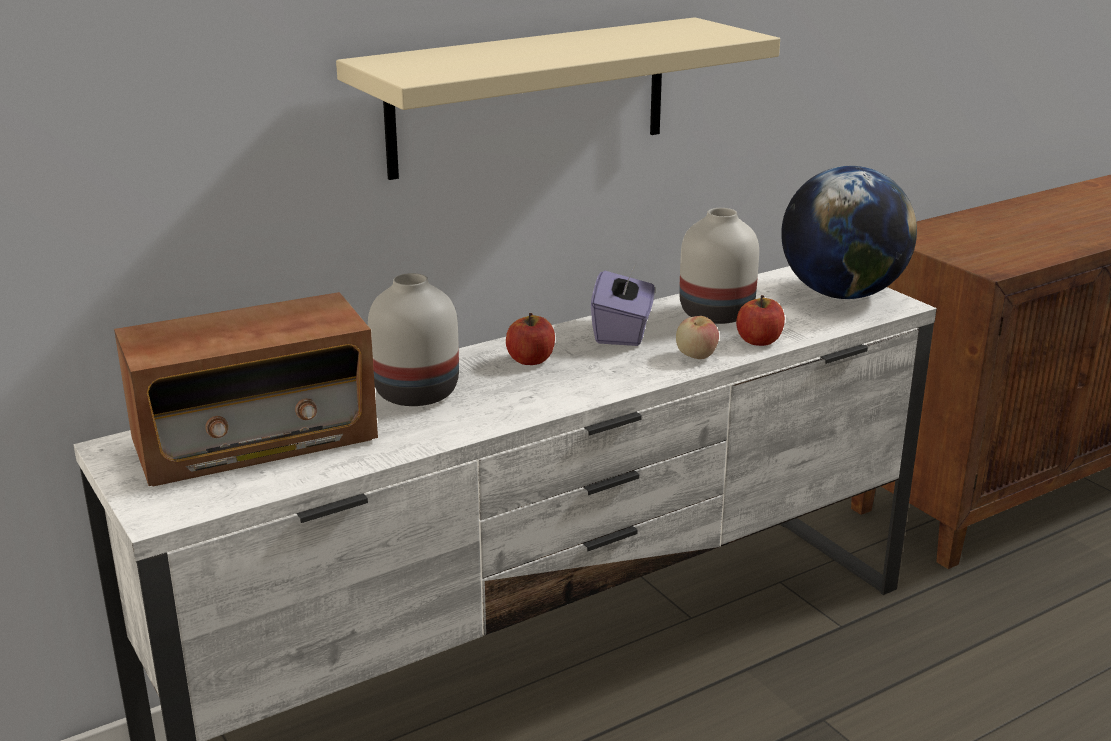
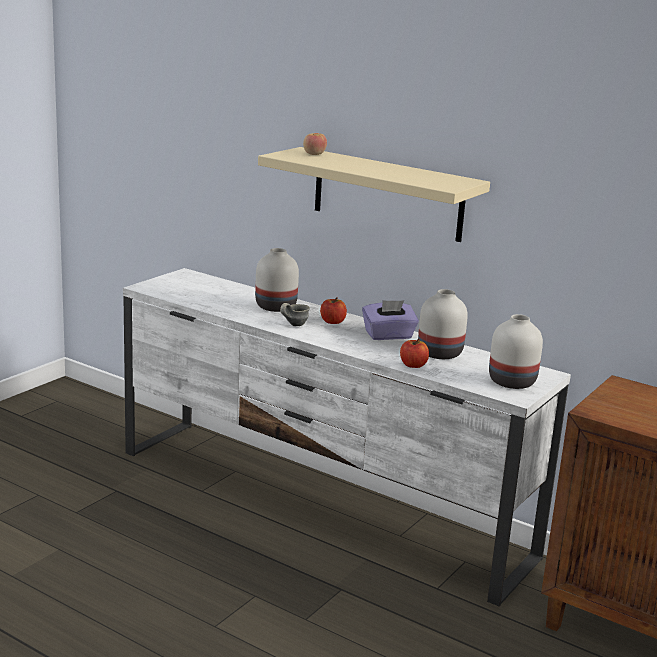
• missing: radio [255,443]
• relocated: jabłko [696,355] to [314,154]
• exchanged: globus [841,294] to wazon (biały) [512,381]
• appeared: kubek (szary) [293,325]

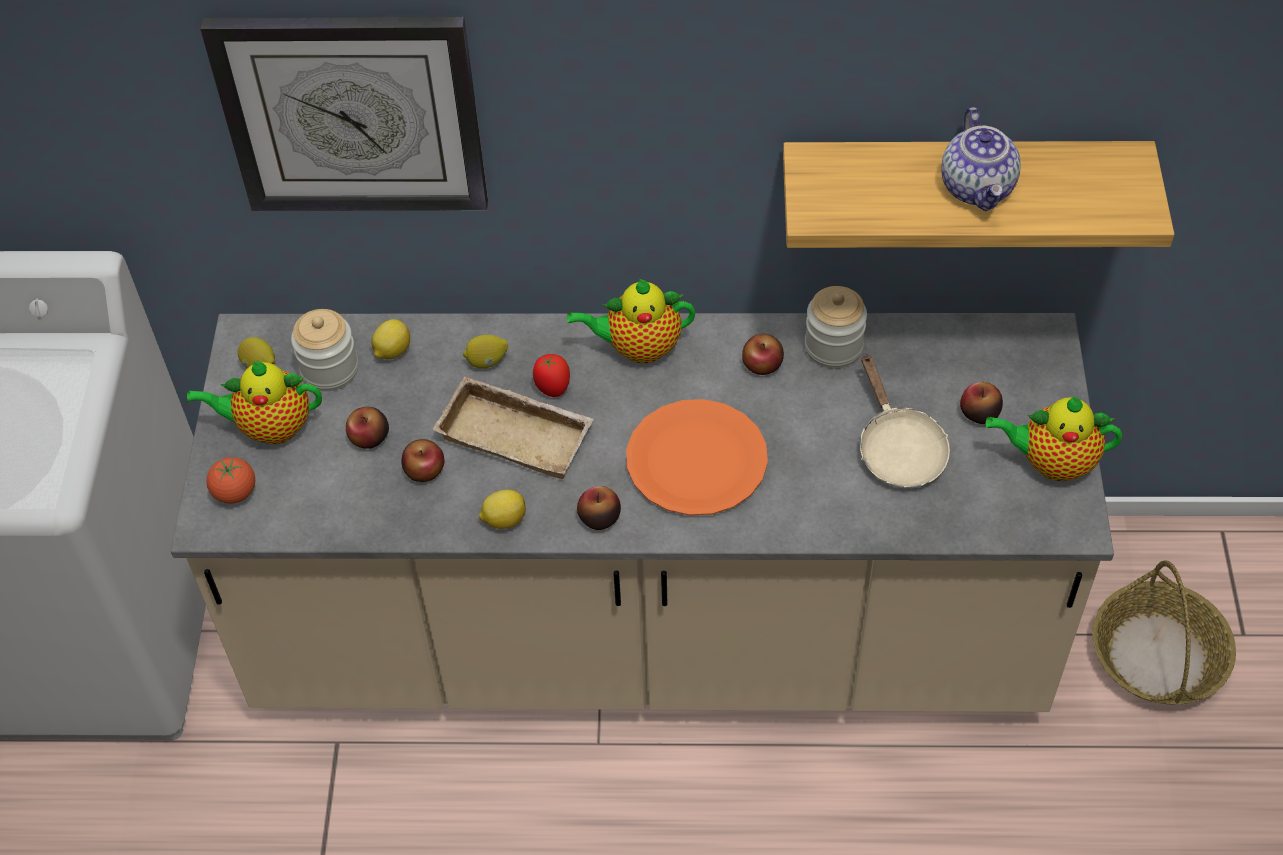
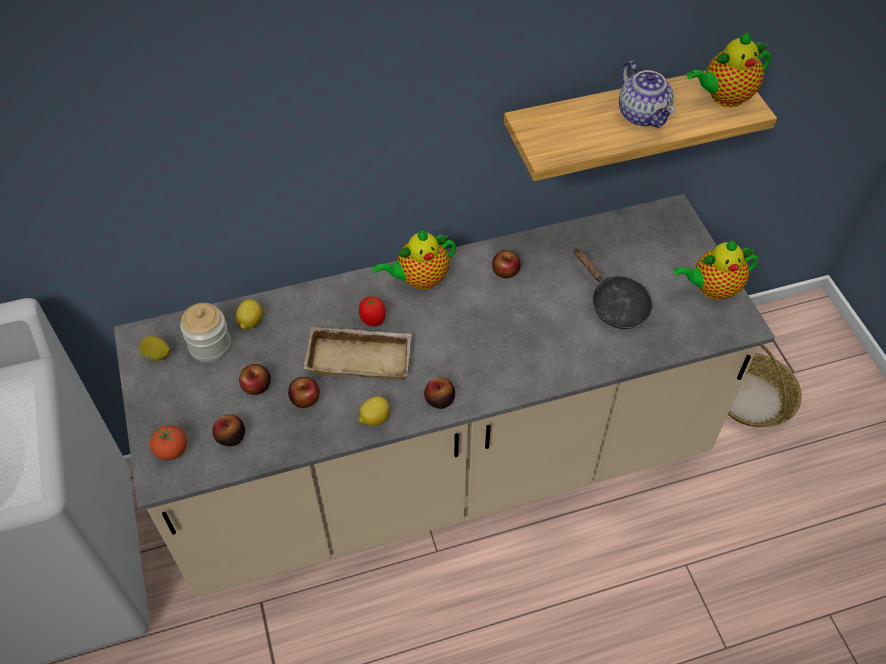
• relocated: imbryk [270,427] to [724,97]
• missing: zegar ścienny [352,113]
• missing: cytryna [487,361]
• missing: talerz (pomarańczowy) [696,460]
• missing: słoik [833,347]
• colour: patelnia (beżowy) [898,448] to patelnia (czarny) [614,304]
• relocated: jabłko [979,413] to [231,437]

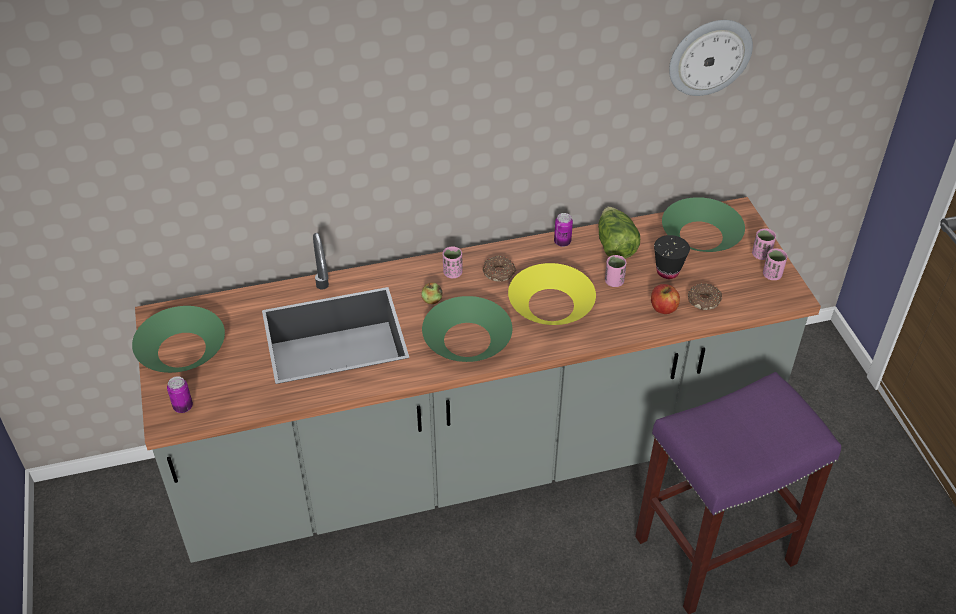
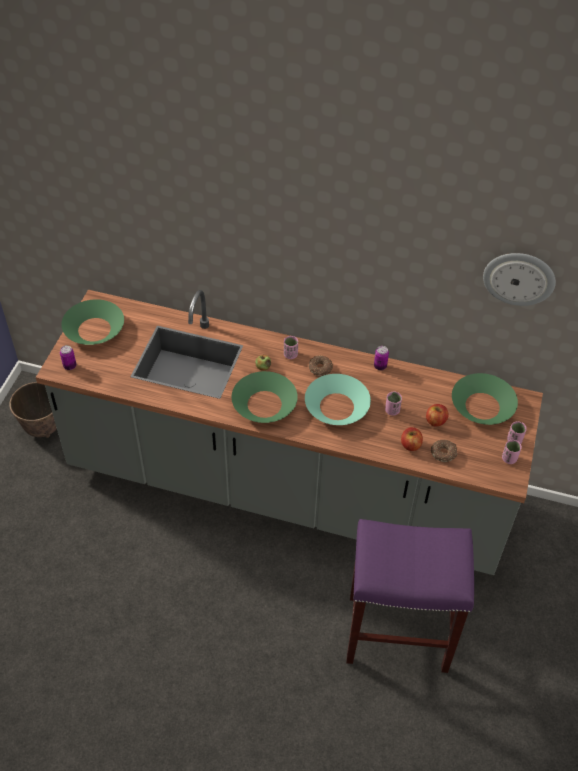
• colour: miska (żółty) [551,304] to miska (turkusowy) [337,406]
• missing: sałata [614,245]
• exchanged: filiżanka (czarny) [667,271] to jabłko [435,421]
• appeared: donica [43,428]

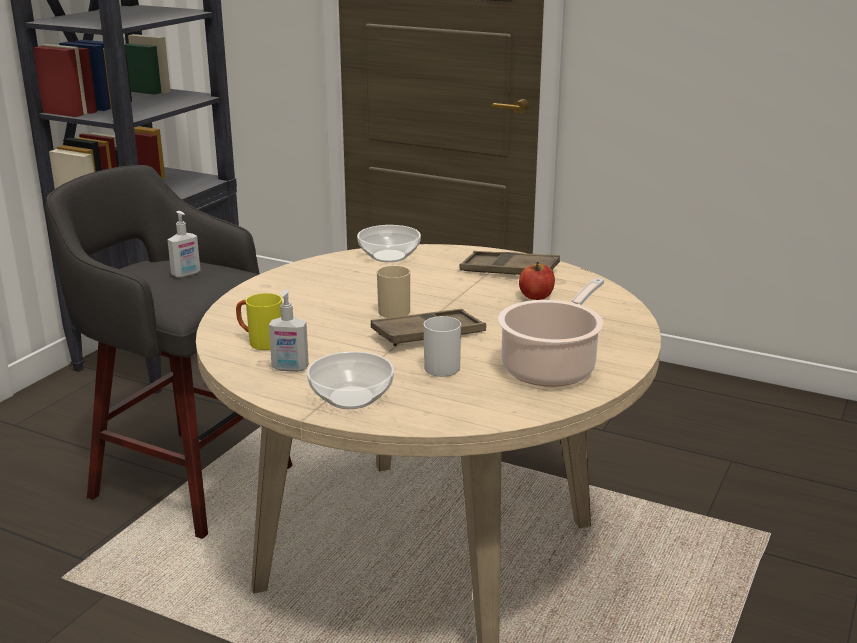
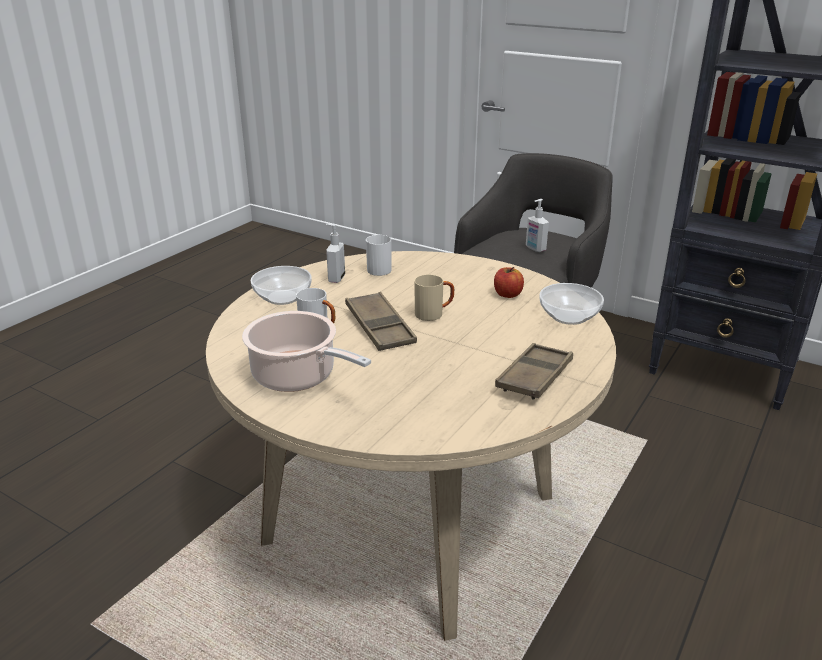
• colour: kubek (żółty) [260,342] to kubek (biały) [381,269]
• relocated: jabłko [536,296] to [507,294]

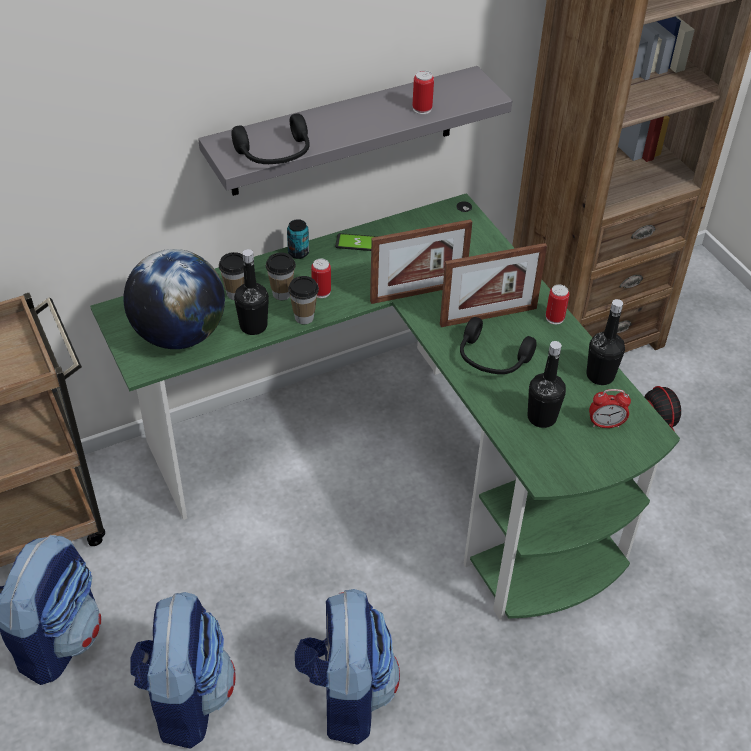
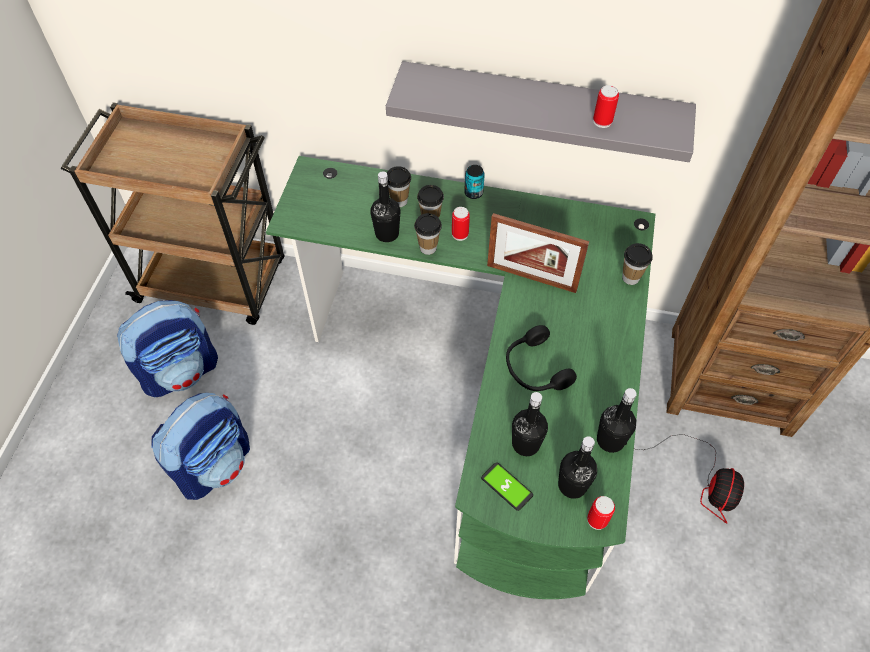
• missing: globus [179,335]
• missing: słuchawki (czarny) [275,154]
• missing: plecak [346,694]
• relocated: telefon [358,243] to [506,486]
• missing: ramka na zdjęcie [488,316]
• relocated: puszka [554,318] to [597,520]
• exchanged: budzik [605,424] to butelka (czarny) [572,485]
• appeared: filiżanka [630,278]

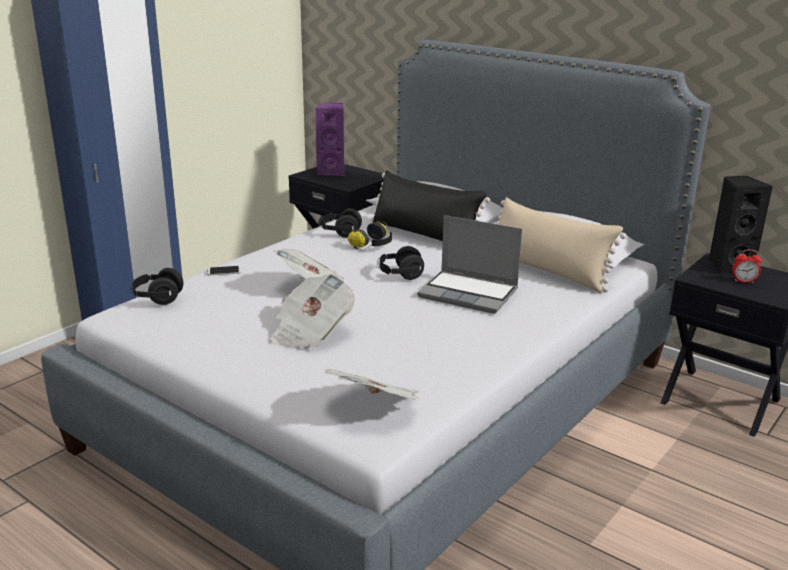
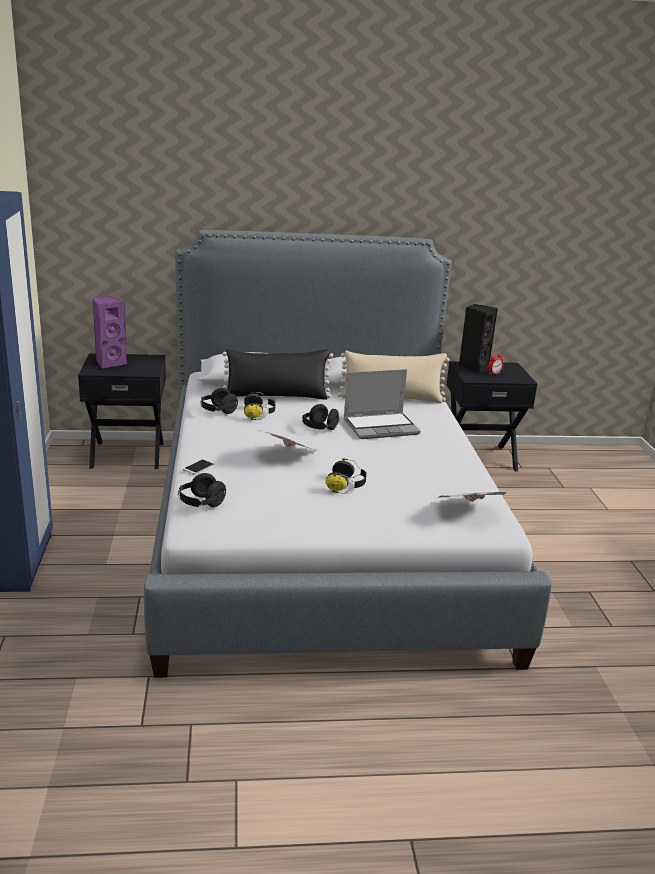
• exchanged: gazeta [310,332] to słuchawki [346,485]

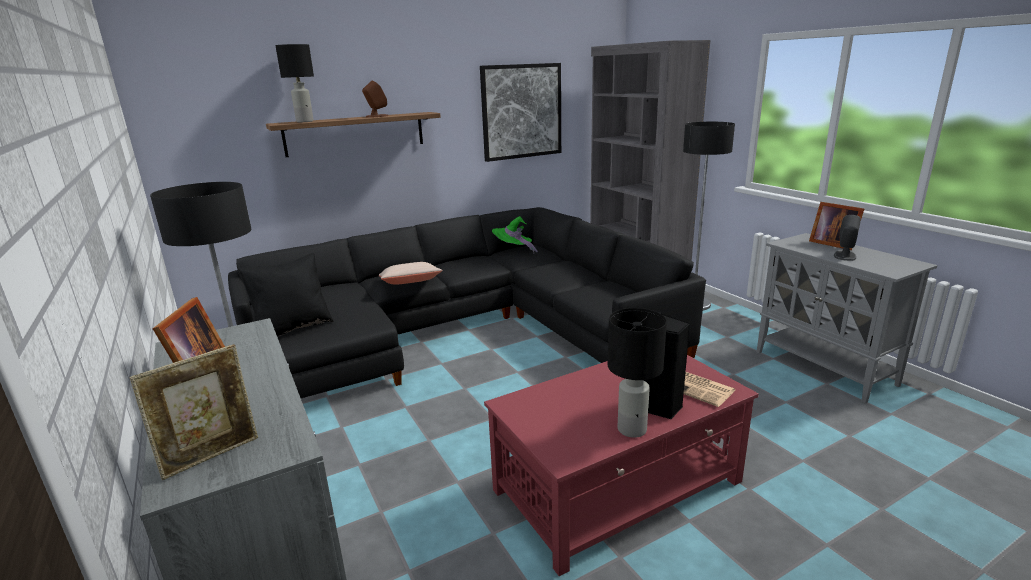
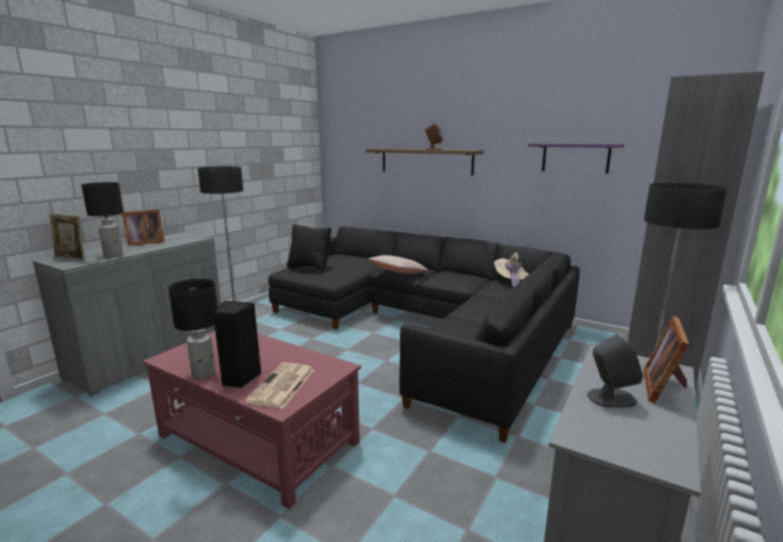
• relocated: lampa stołowa (czarny) [304,121] to [113,255]
• exchanged: obraz [521,111] to półka (fioletowy) [575,158]
• colour: kapelusz (zielony) [514,249] to kapelusz (beżowy) [511,282]

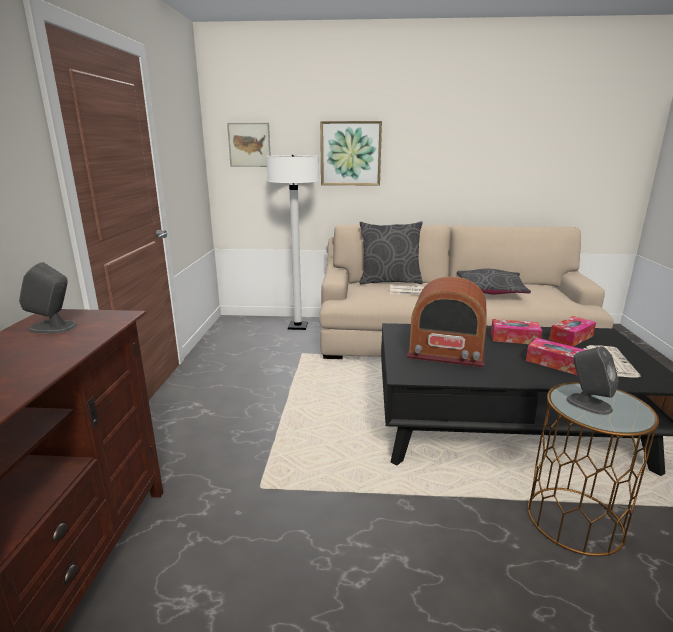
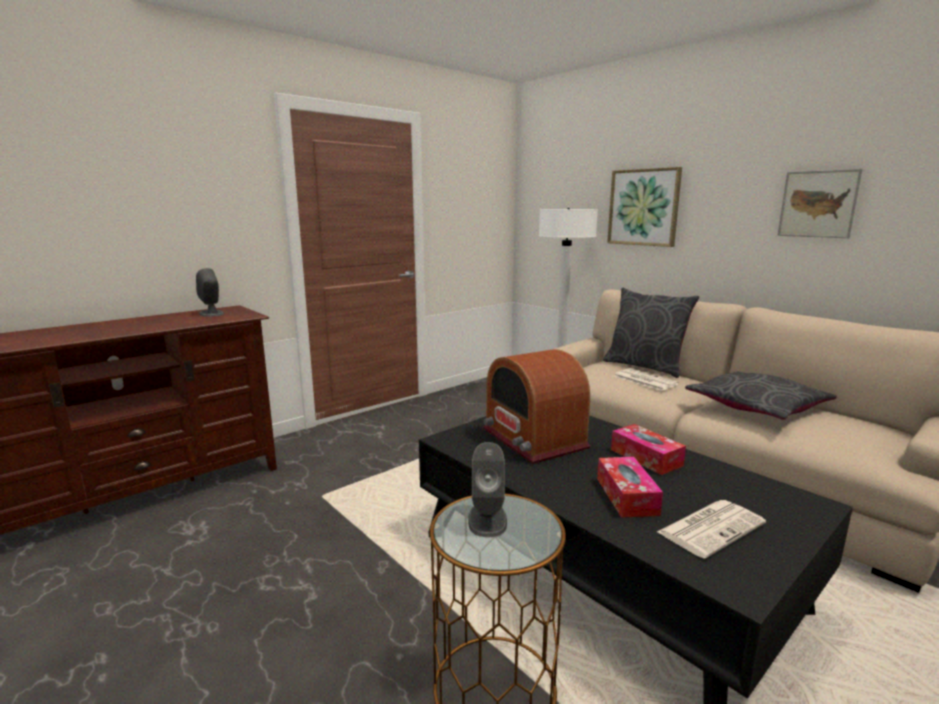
• relocated: obraz [249,145] to [818,204]
• missing: pudełko chusteczek [571,337]

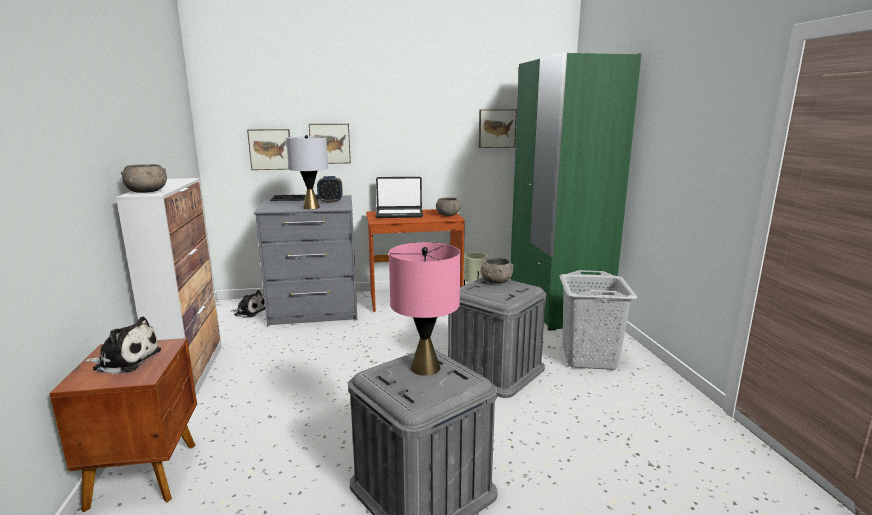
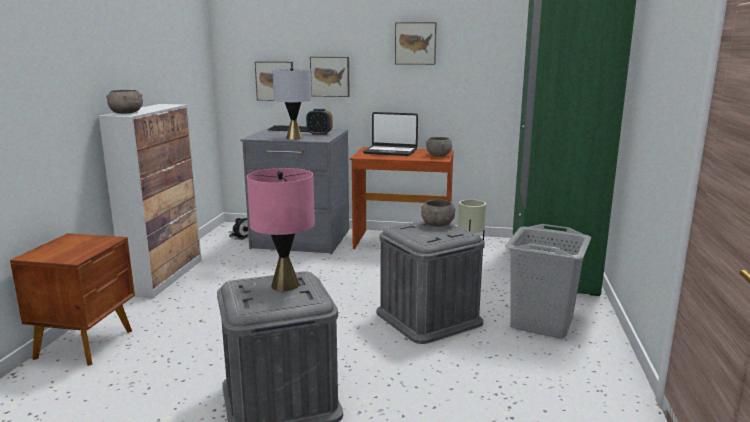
• missing: pluszak [125,360]
• relocated: obraz [496,128] to [415,43]

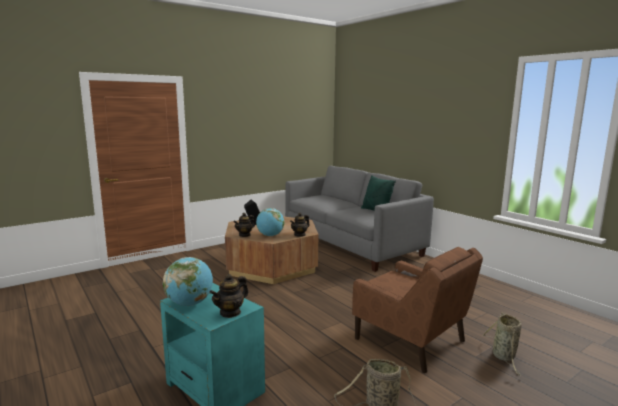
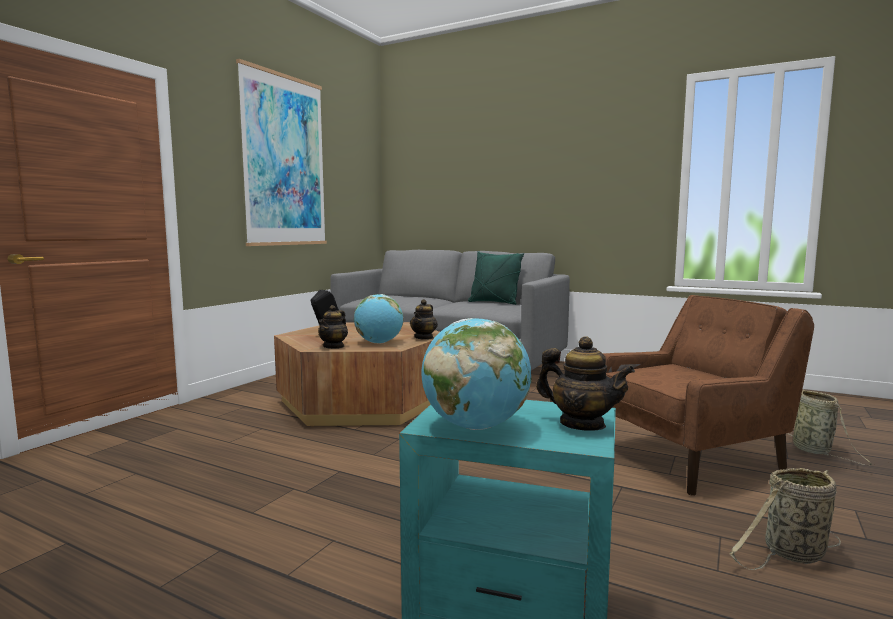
• spun: imbryk [230,312] = [582,424] 75 degrees counterclockwise
• spun: fotel (brązowy) [410,341] = [691,457] 45 degrees counterclockwise
• appeared: obraz [284,161]

